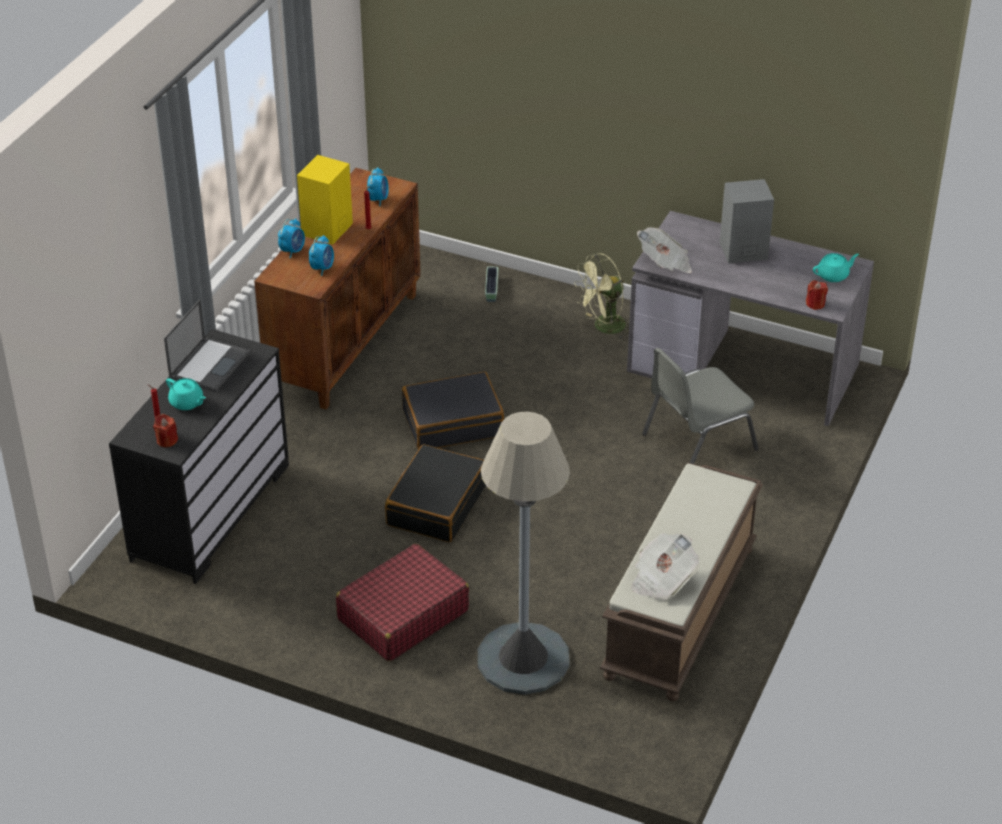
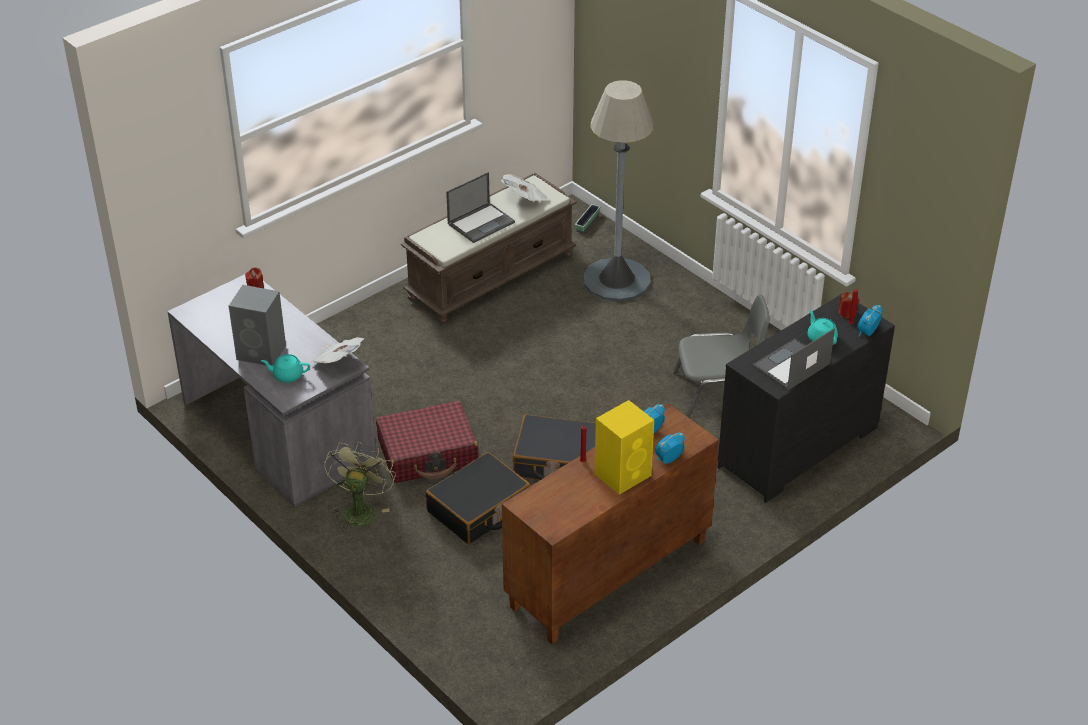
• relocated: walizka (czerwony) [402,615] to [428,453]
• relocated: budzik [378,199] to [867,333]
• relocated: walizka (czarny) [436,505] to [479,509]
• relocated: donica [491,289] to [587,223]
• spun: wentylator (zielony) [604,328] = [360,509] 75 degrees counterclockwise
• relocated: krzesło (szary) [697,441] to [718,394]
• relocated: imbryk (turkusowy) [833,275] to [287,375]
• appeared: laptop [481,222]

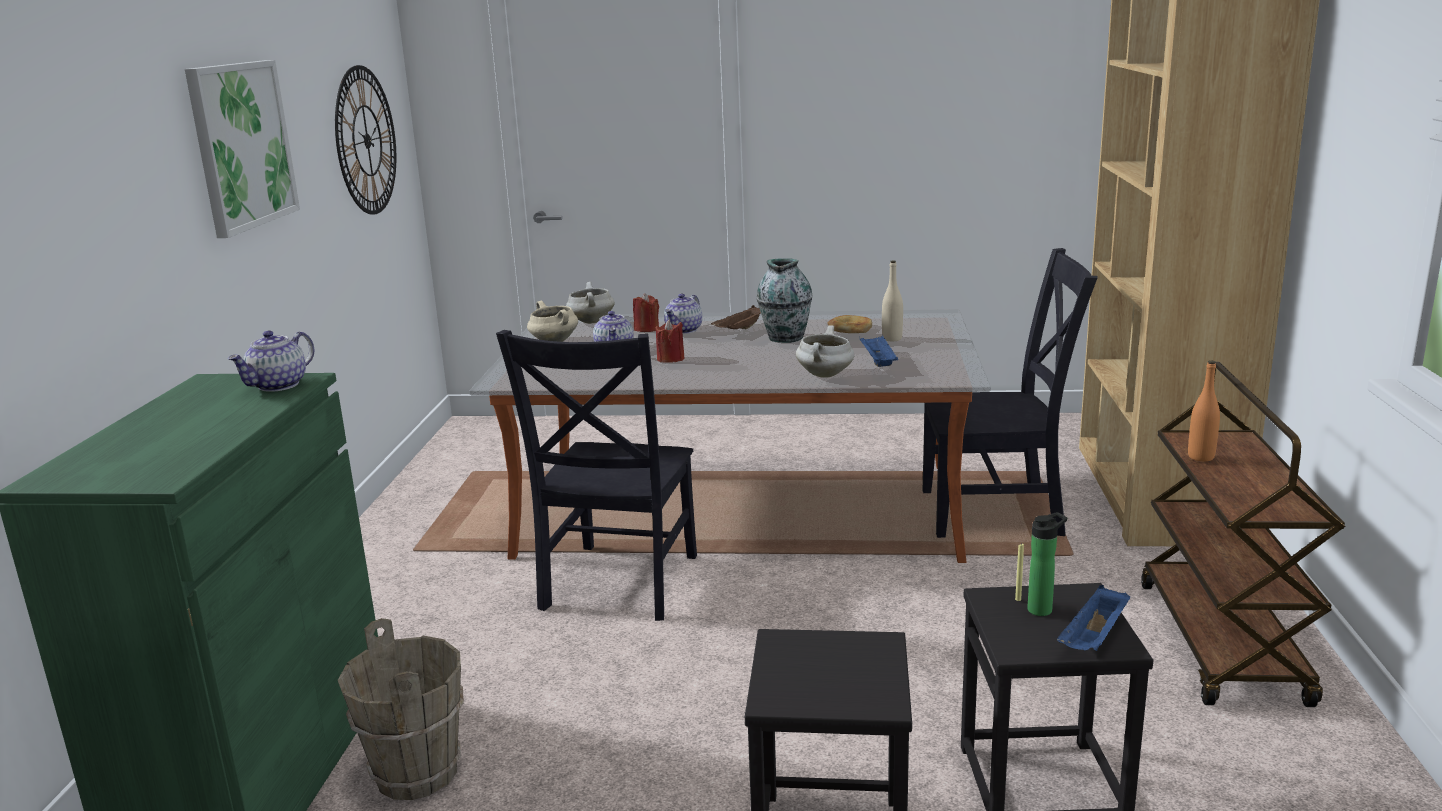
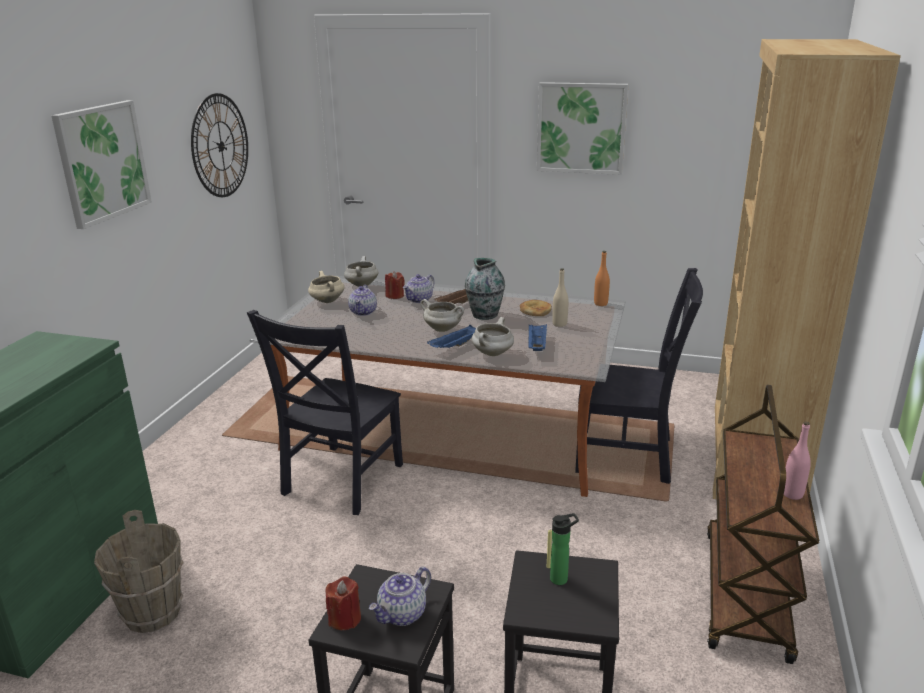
• relocated: imbryk [278,385] to [402,614]
• relocated: świeca (czerwony) [670,359] to [344,619]
• relocated: taca (niebieski) [1094,639] to [454,346]
• relocated: butelka (pomarańczowy) [1201,457] to [600,304]
• appeared: garnek (biały) [443,329]
• appeared: obraz [581,128]
• appeared: butelka (różowy) [792,494]

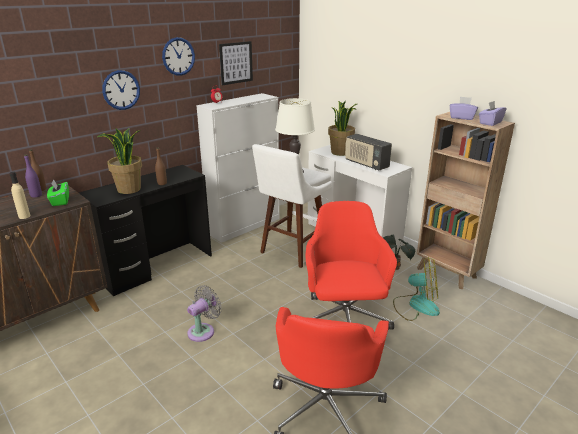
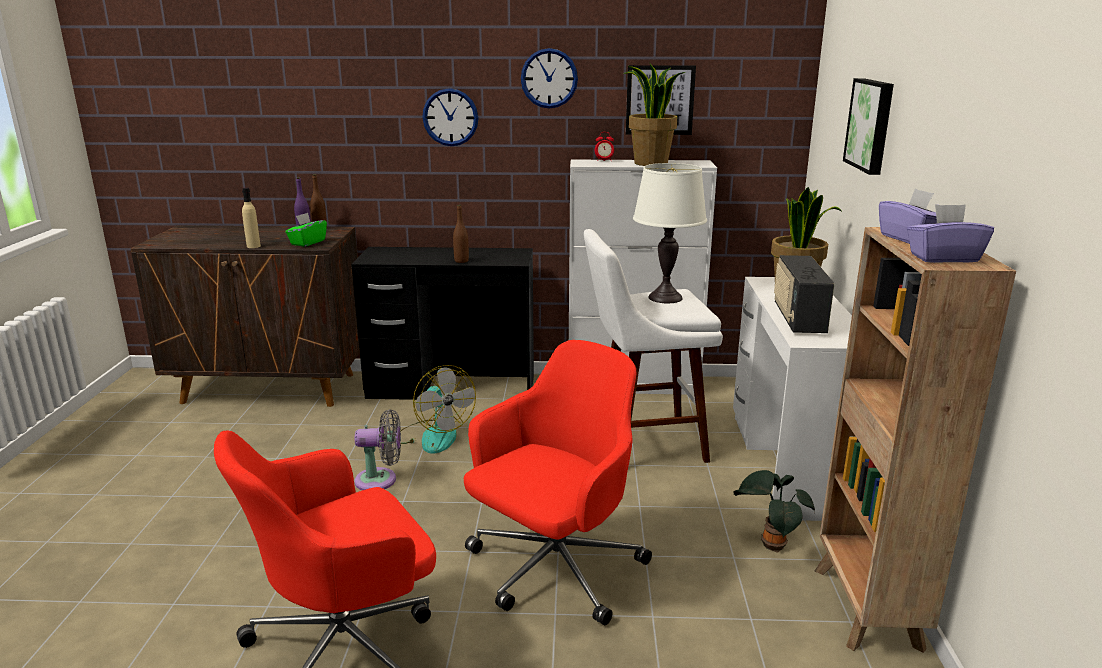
• relocated: roślina doniczkowa [129,189] to [650,163]
• relocated: wentylator [416,305] to [433,436]
• appeared: obraz [871,125]

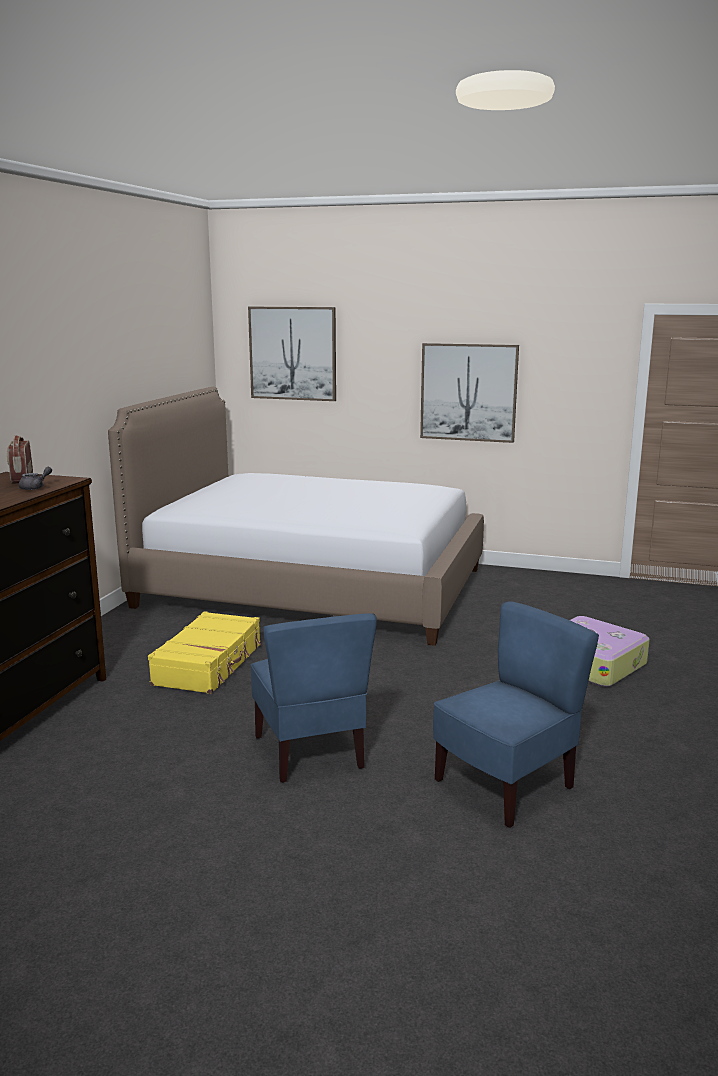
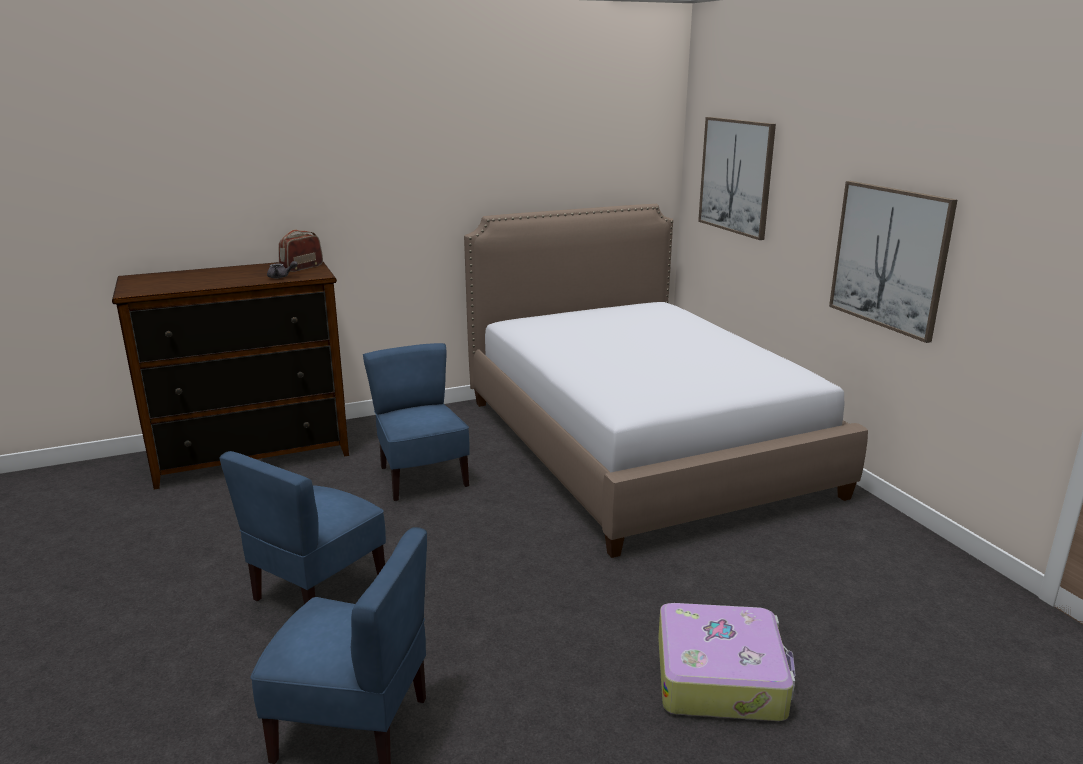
• exchanged: walizka (żółty) [209,664] to krzesło (niebieski) [421,477]

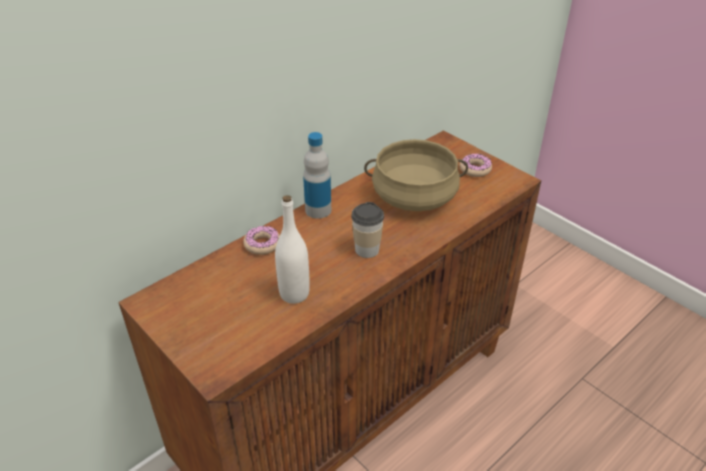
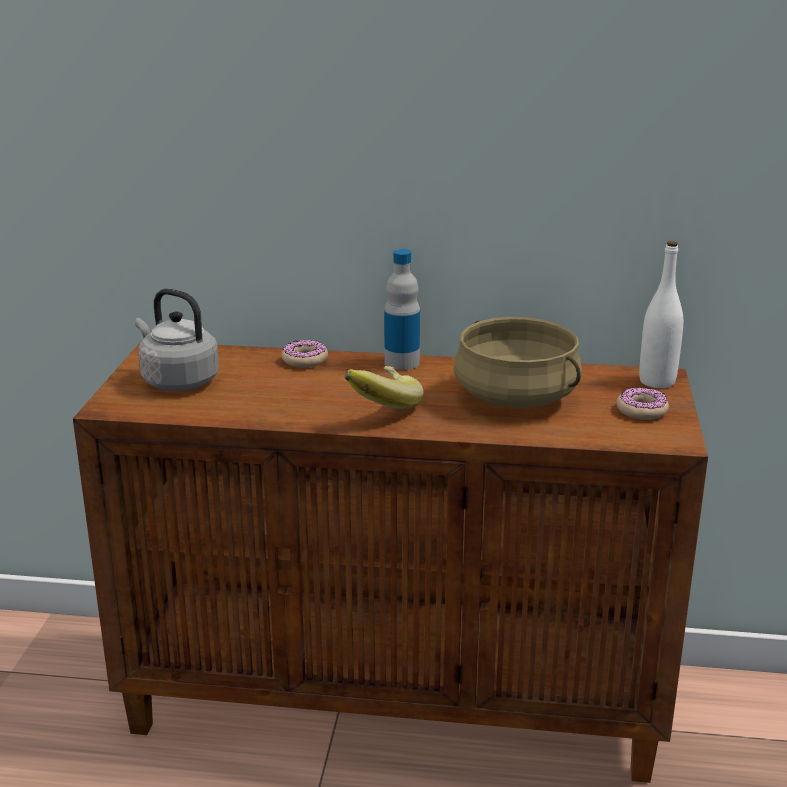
• relocated: butelka (biały) [294,294] to [657,381]
• exchanged: filiżanka [367,250] to banan [380,406]
• appeared: czajnik (szary) [177,381]

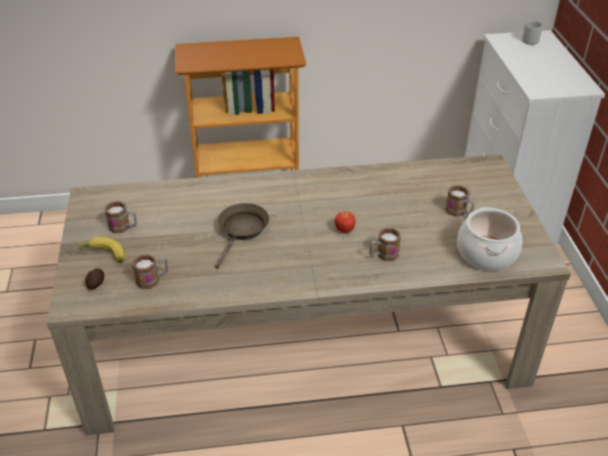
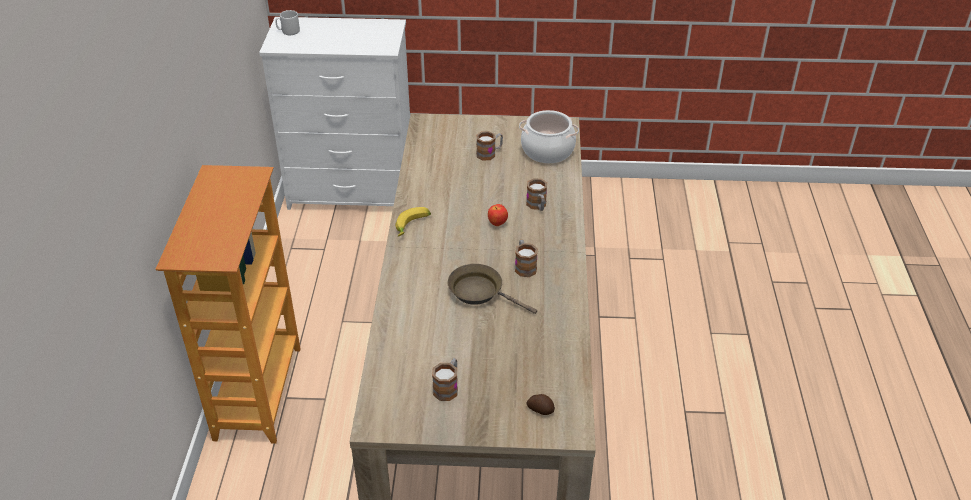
• relocated: banan [104,255] to [412,226]
• relocated: kubek [152,279] to [524,266]

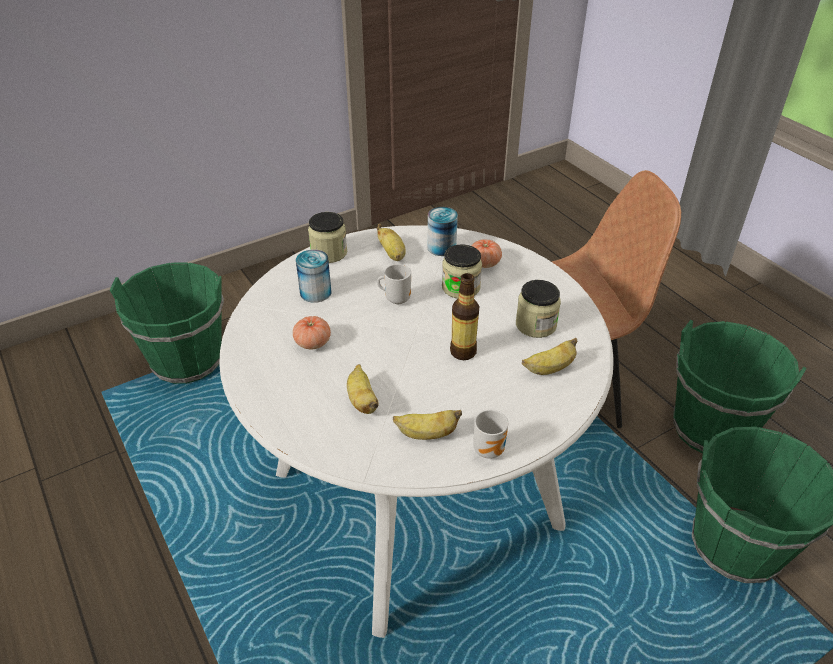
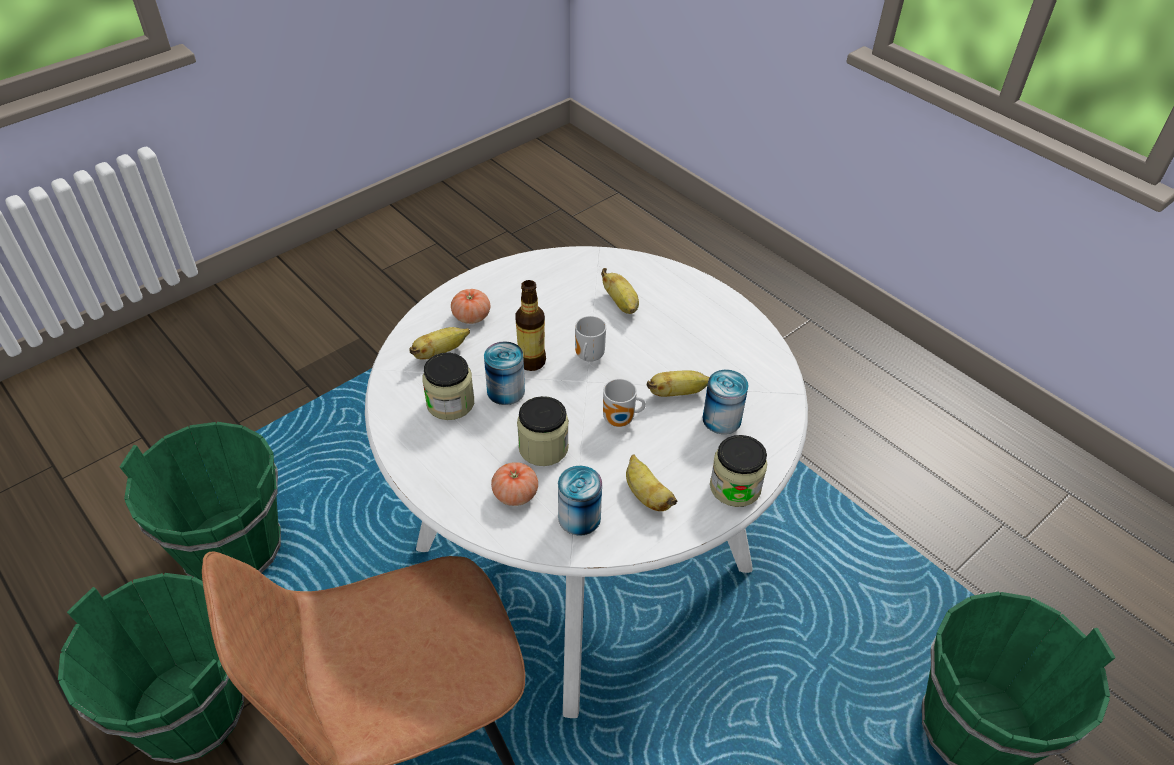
• relocated: pomidor [312,342] to [471,316]
• relocated: banan [426,434] to [677,393]
• relocated: kubek [491,449] to [587,357]
• appeared: puszka [506,391]

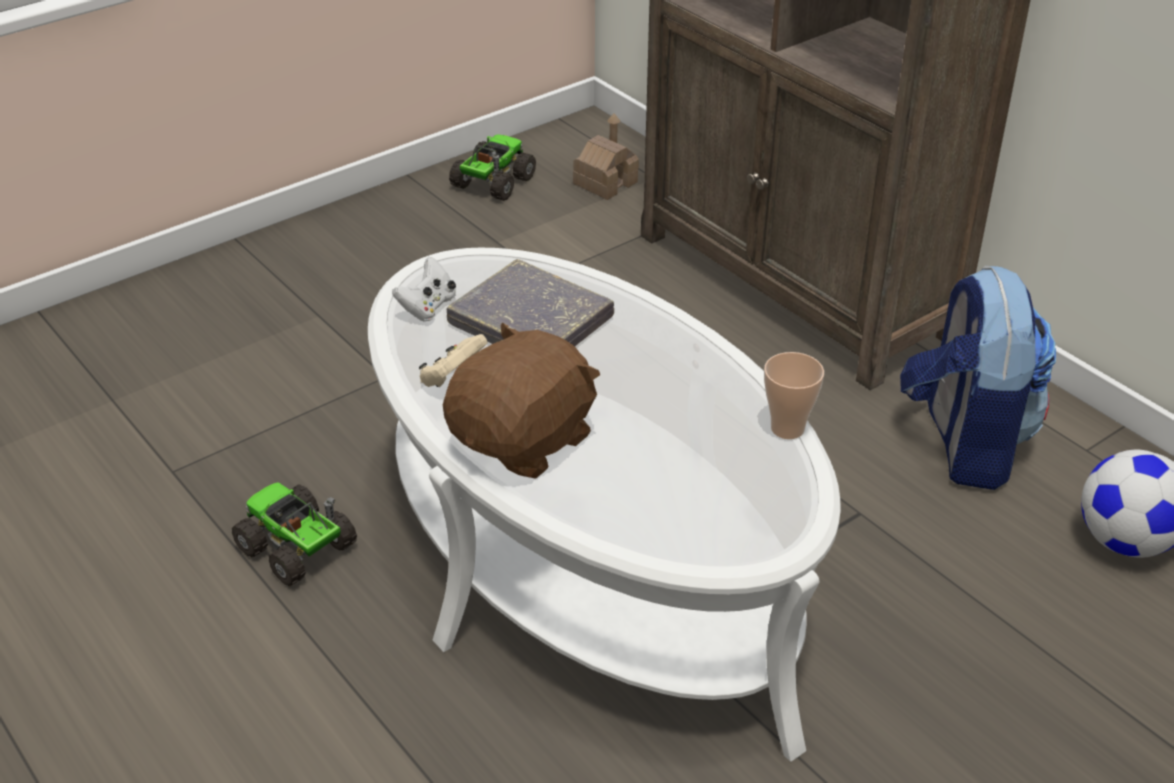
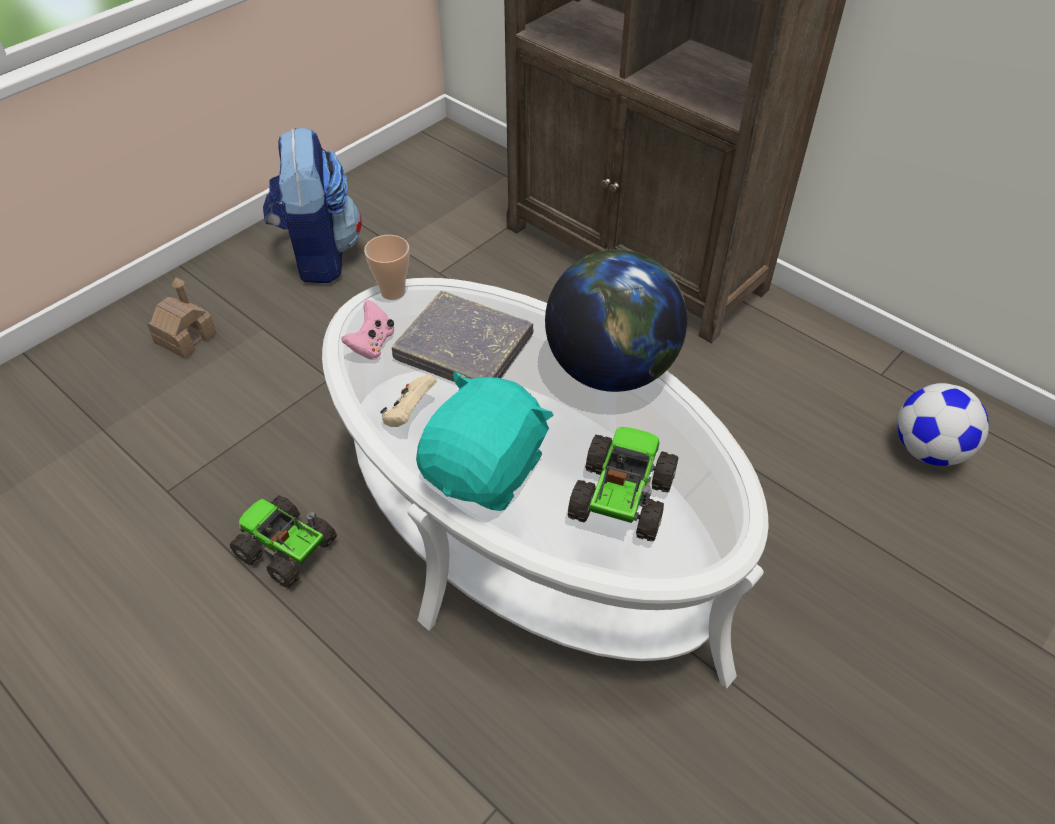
• colour: pad do gier (biały) [428,307] to pad do gier (różowy) [372,344]
• colour: pluszak (brązowy) [525,441] to pluszak (turkusowy) [486,470]
• relocated: ciężarówka zabawkowa [492,183] to [621,499]
• relocated: domek [605,183] to [186,338]
• relocated: filiżanka [787,428] to [393,292]
• relocated: plecak [964,443] to [319,255]
• appeared: globus [611,369]

